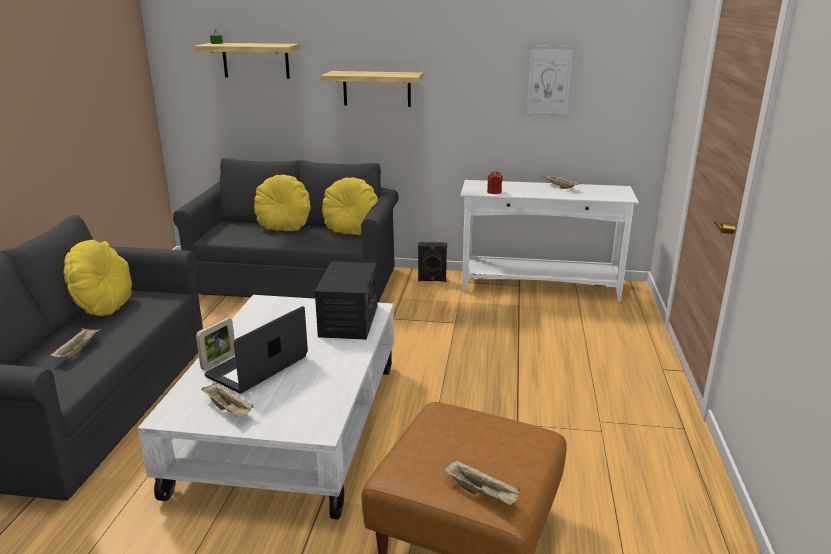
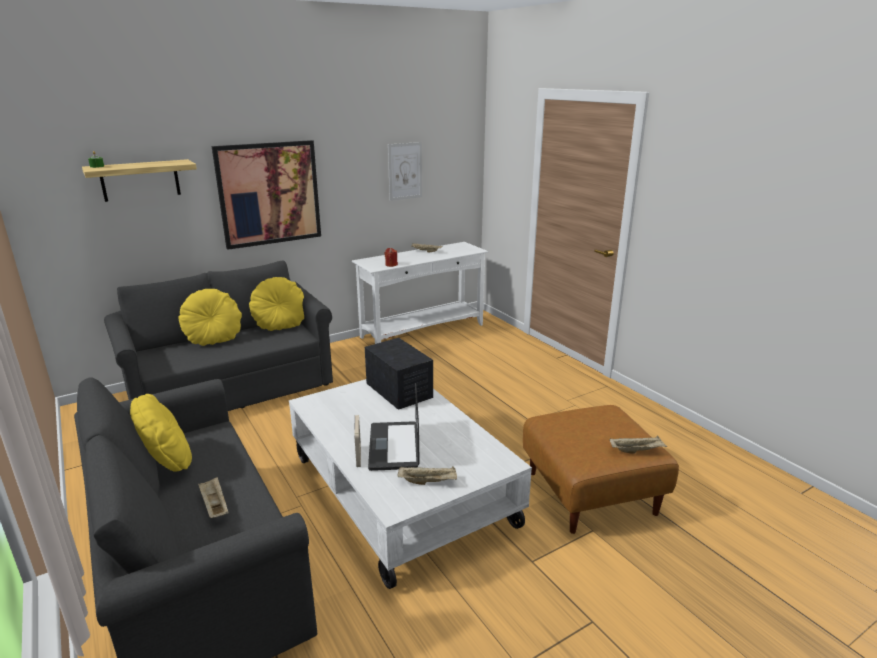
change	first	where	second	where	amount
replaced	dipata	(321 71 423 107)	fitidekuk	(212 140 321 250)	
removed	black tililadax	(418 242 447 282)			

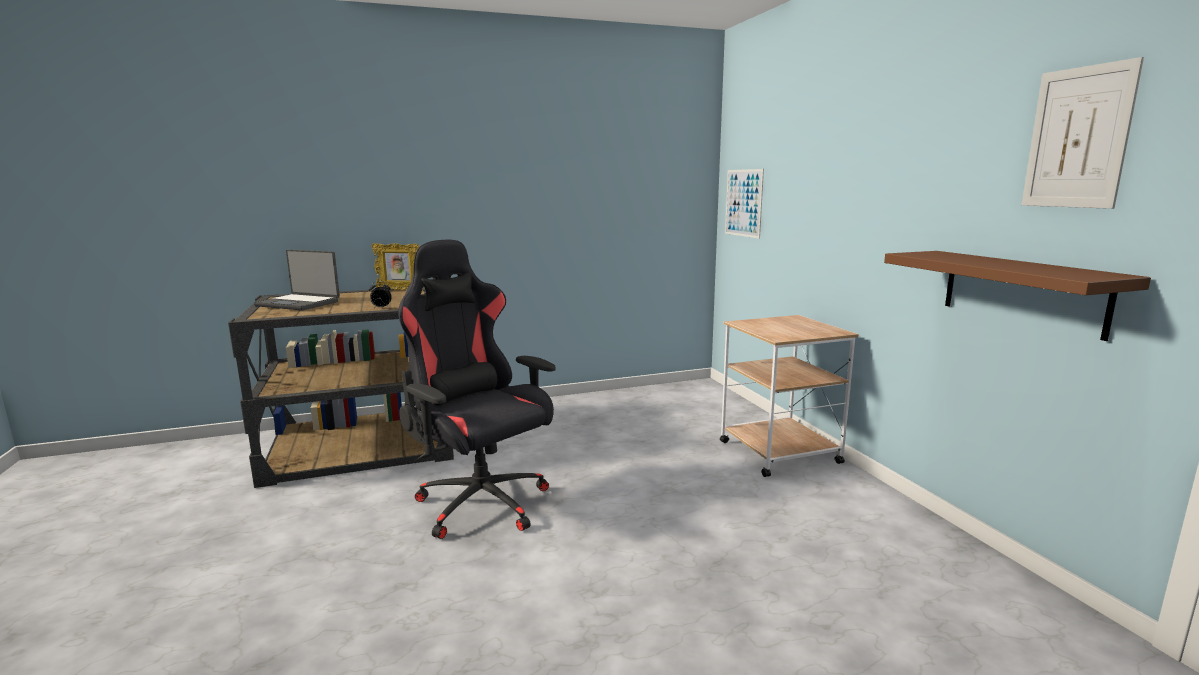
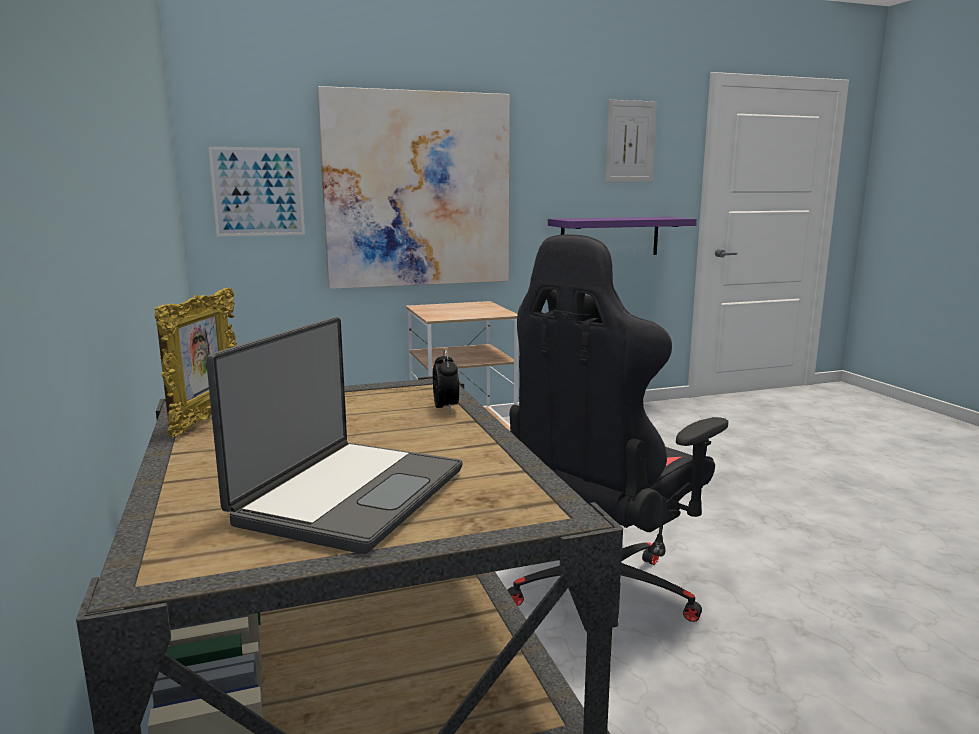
change	first	where	second	where	amount
recoloured	brown dipata	(884 251 1151 341)	purple dipata	(548 217 697 255)	
added			fitidekuk	(317 86 510 289)	

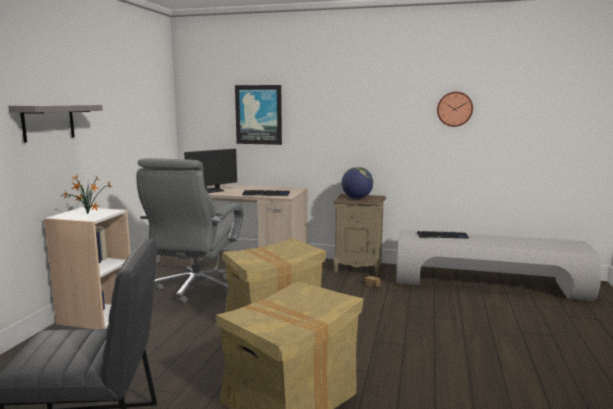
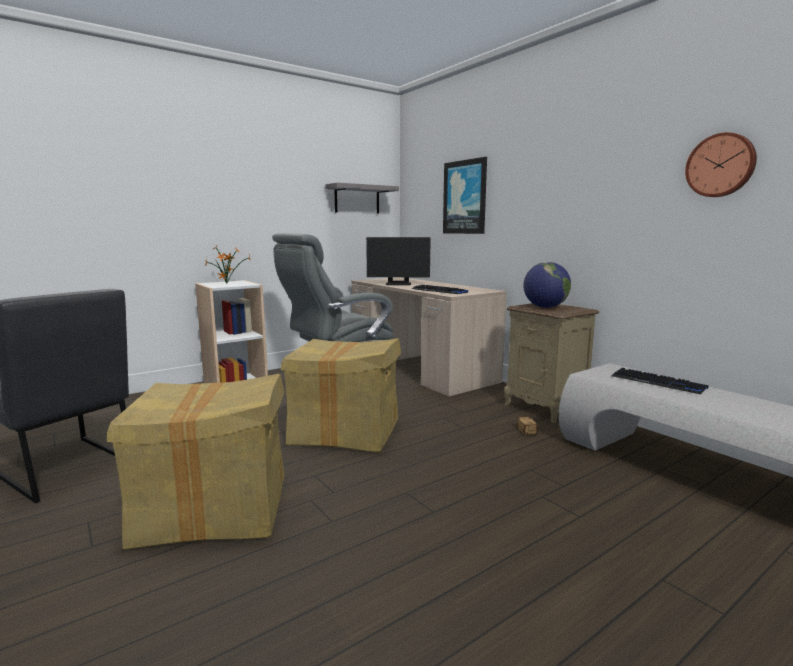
change	first	where	second	where	amount
moved	grey dipata	(8 105 103 142)		(325 182 399 213)	

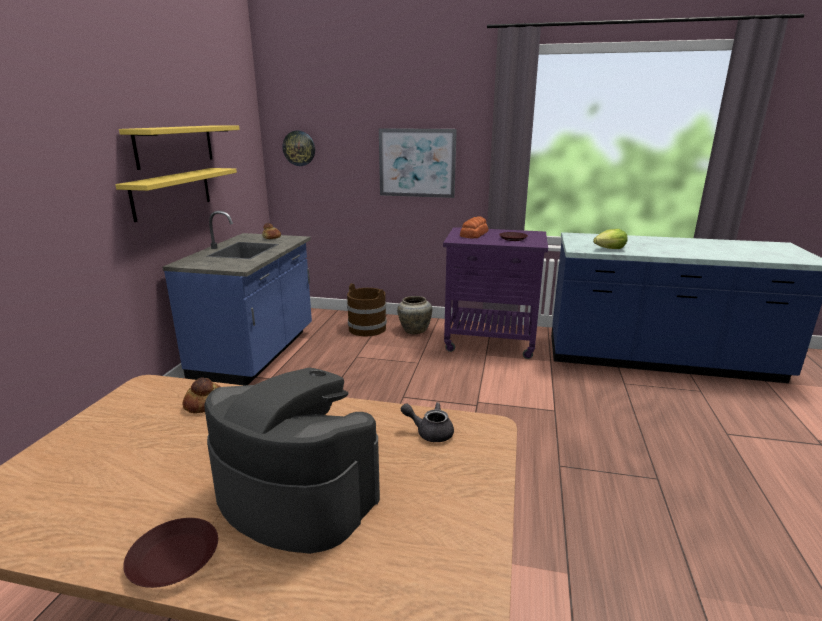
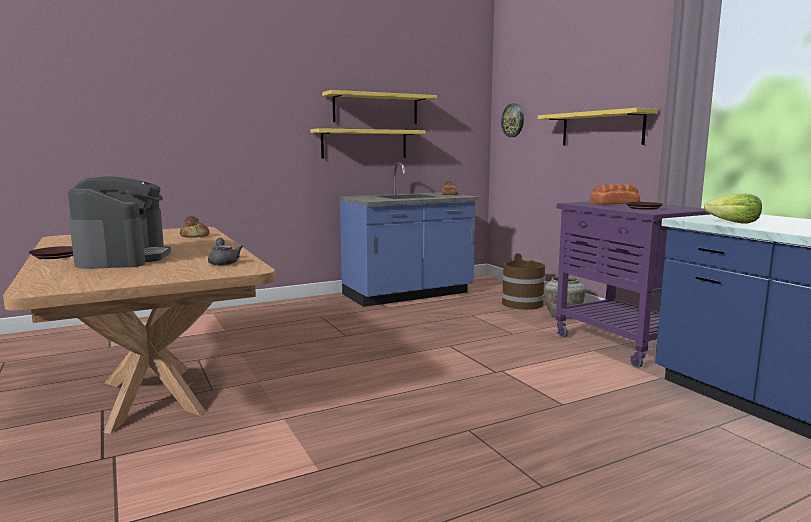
change	first	where	second	where	amount
replaced	fitidekuk	(379 128 457 198)	yellow dipata	(538 108 658 145)	

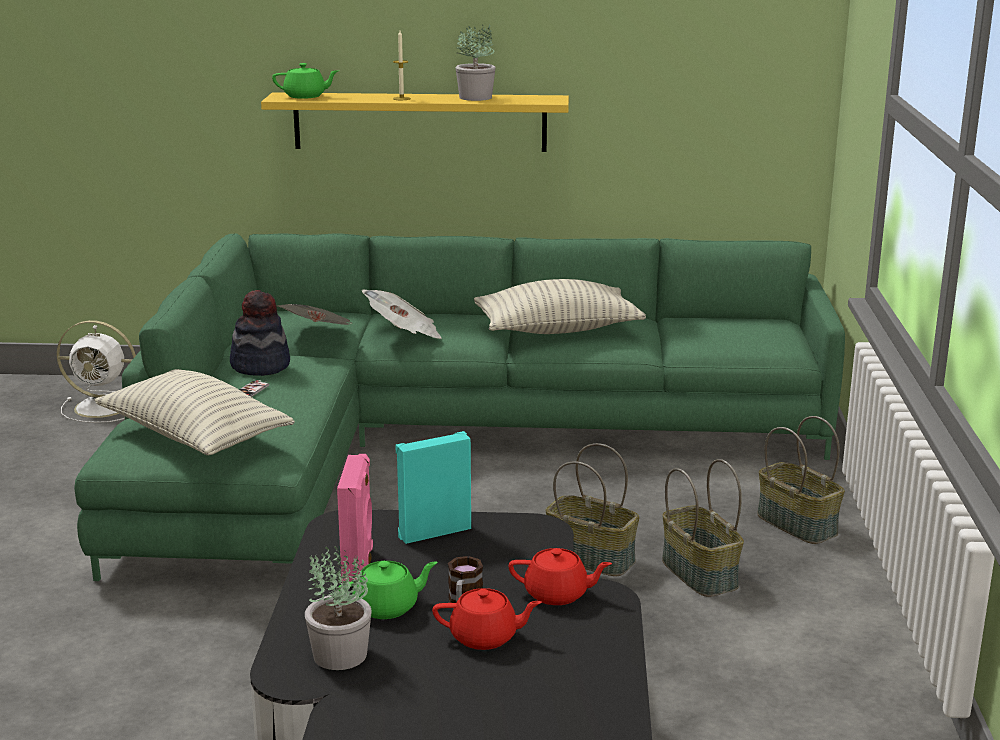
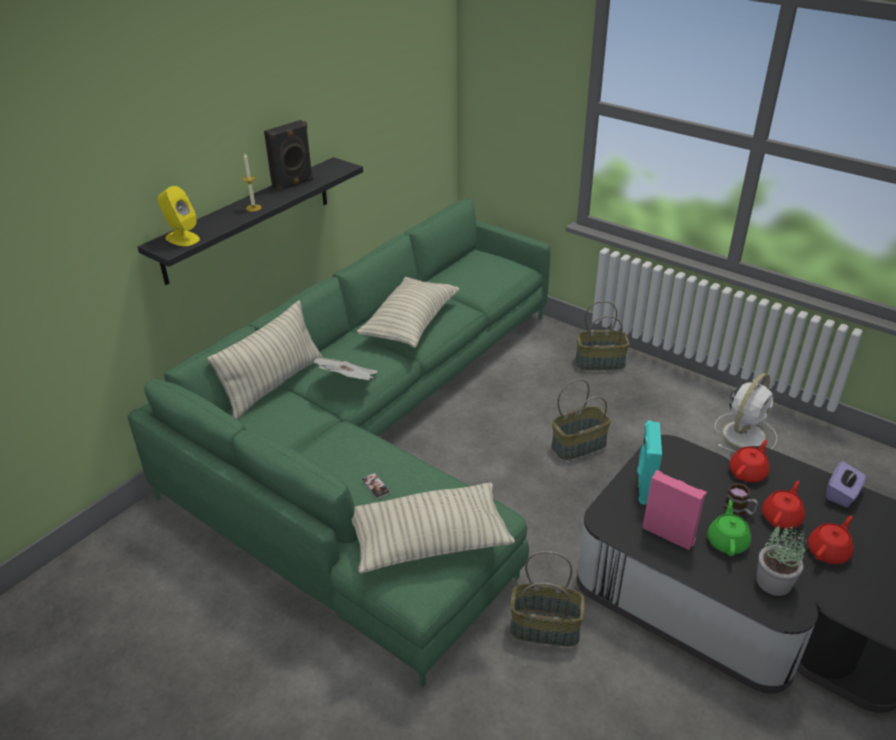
change	first	where	second	where	amount
replaced	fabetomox	(455 24 496 101)	black tililadax	(264 120 313 192)	
replaced	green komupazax	(272 63 339 99)	yellow tililadax	(158 186 200 246)	
recoloured	yellow dipata	(261 92 569 152)	black dipata	(138 157 363 285)	
removed	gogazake	(230 290 290 376)			
removed	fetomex	(278 304 351 325)			
moved	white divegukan	(57 320 136 423)		(715 373 777 453)	
moved	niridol	(662 459 744 597)		(510 551 585 646)	
added			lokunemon	(207 300 323 419)	
added			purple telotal	(826 461 866 508)	
added			red komupazax	(808 515 854 564)	

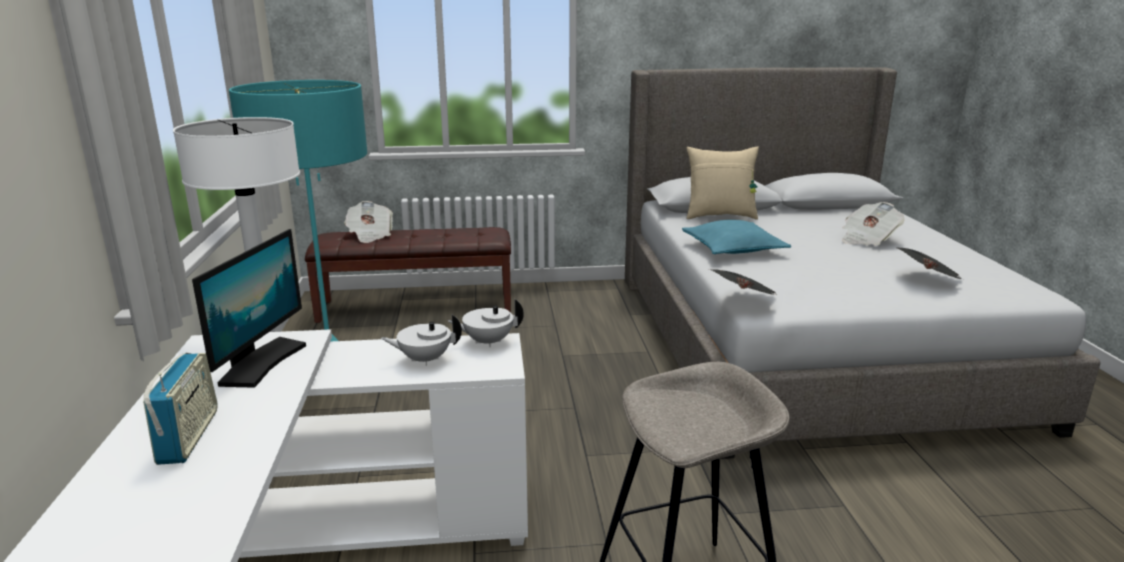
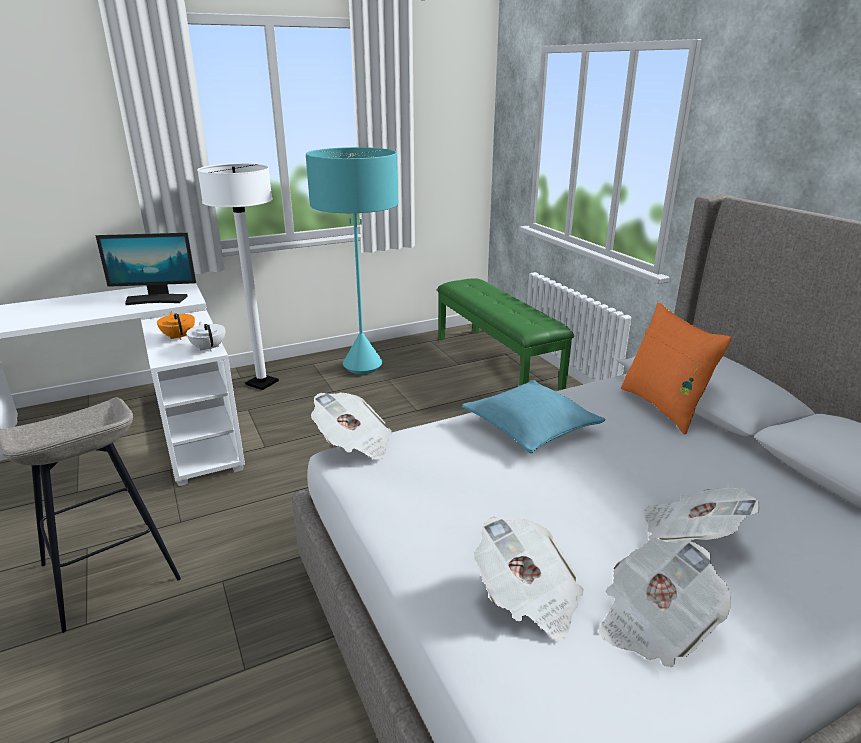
change	first	where	second	where	amount
recoloured	beige lokunemon	(686 146 759 220)	orange lokunemon	(621 302 732 434)	
moved	fetomex	(344 201 393 243)		(599 538 731 667)	
recoloured	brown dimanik	(305 227 511 323)	green dimanik	(437 278 574 391)	
recoloured	white komupazax	(381 315 462 366)	orange komupazax	(157 312 195 340)	
removed	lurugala	(143 353 218 465)			

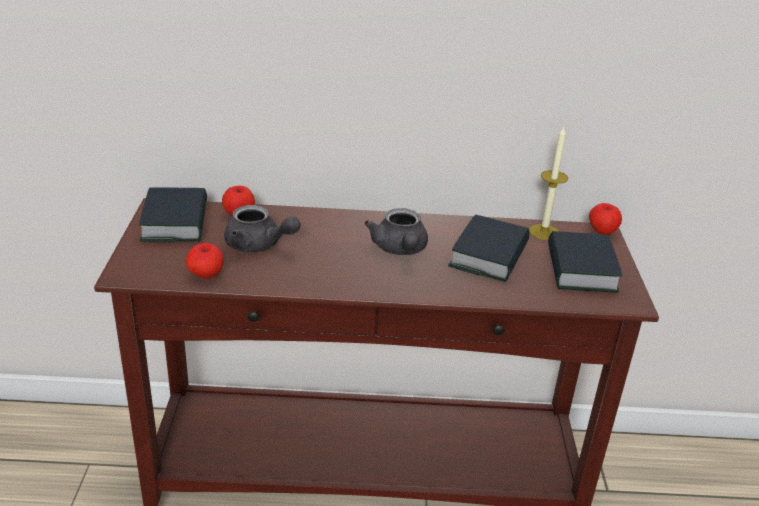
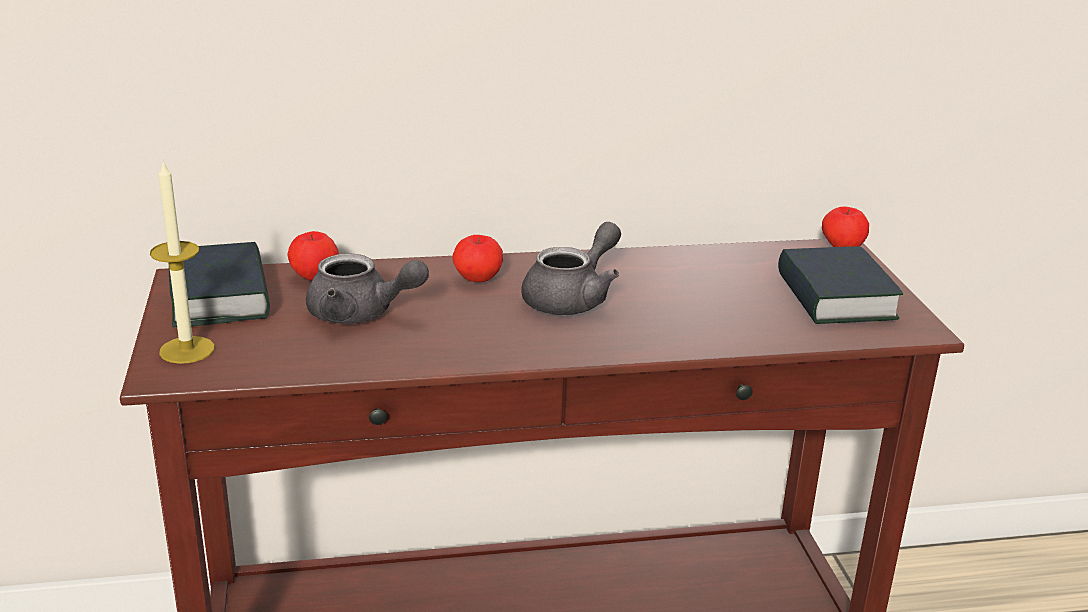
change	first	where	second	where	amount
moved	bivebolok	(529 127 568 240)		(150 160 215 364)	
turned	grey komupazax	(365 208 428 255)		(521 222 621 315)	120 degrees counterclockwise
removed	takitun	(448 215 530 282)			
moved	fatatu	(185 243 224 279)		(452 235 503 282)	

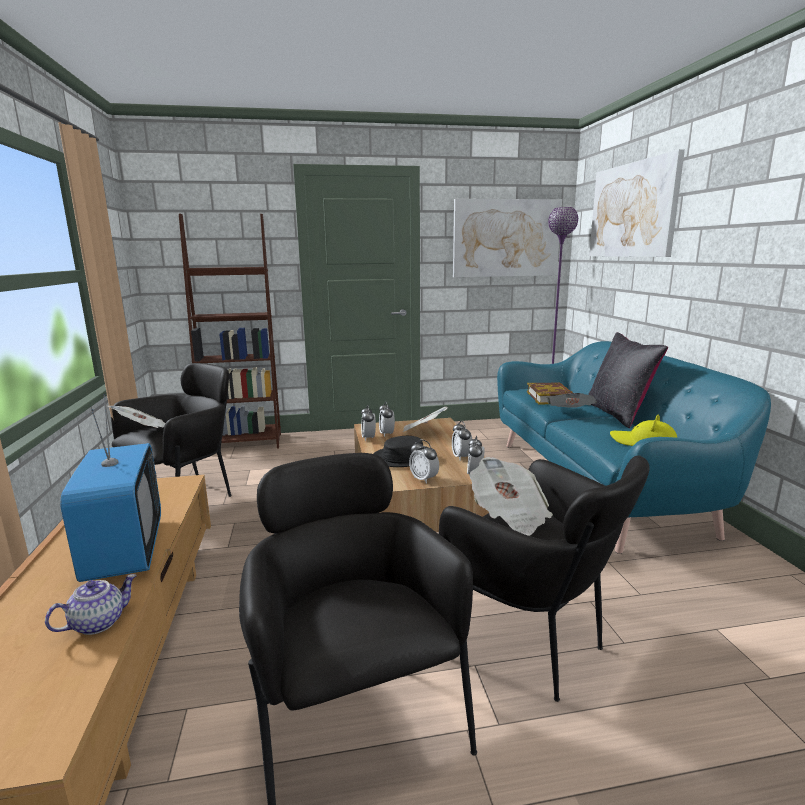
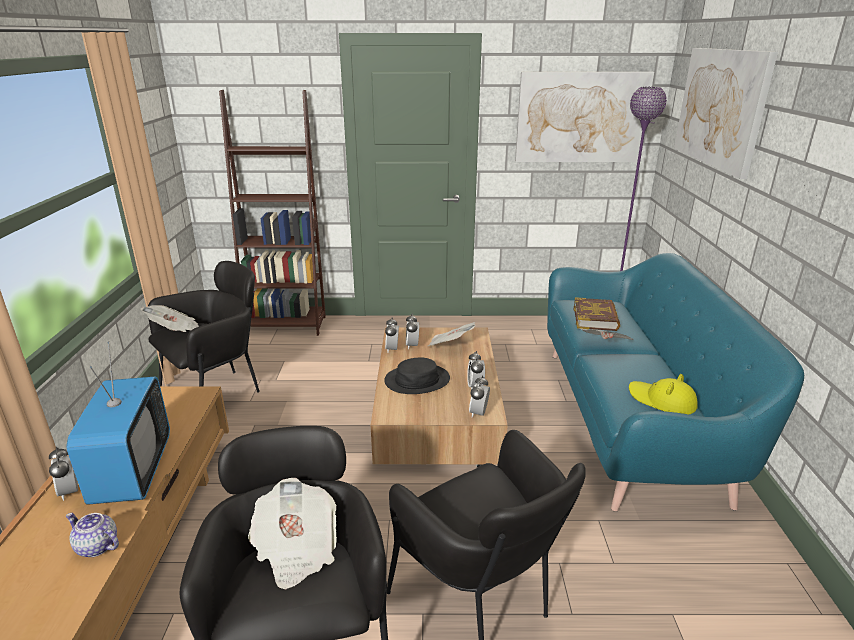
change	first	where	second	where	amount
removed	black lokunemon	(588 332 668 428)			
moved	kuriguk	(409 439 439 484)		(49 447 78 501)	
moved	fetomex	(470 457 553 536)		(248 478 337 590)	
turned	komupazax	(45 574 137 635)		(66 513 119 557)	120 degrees counterclockwise

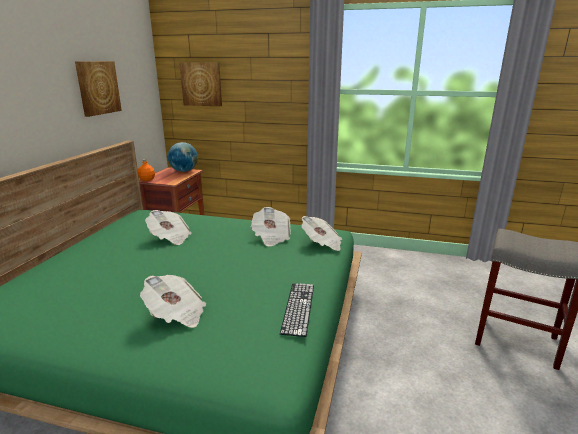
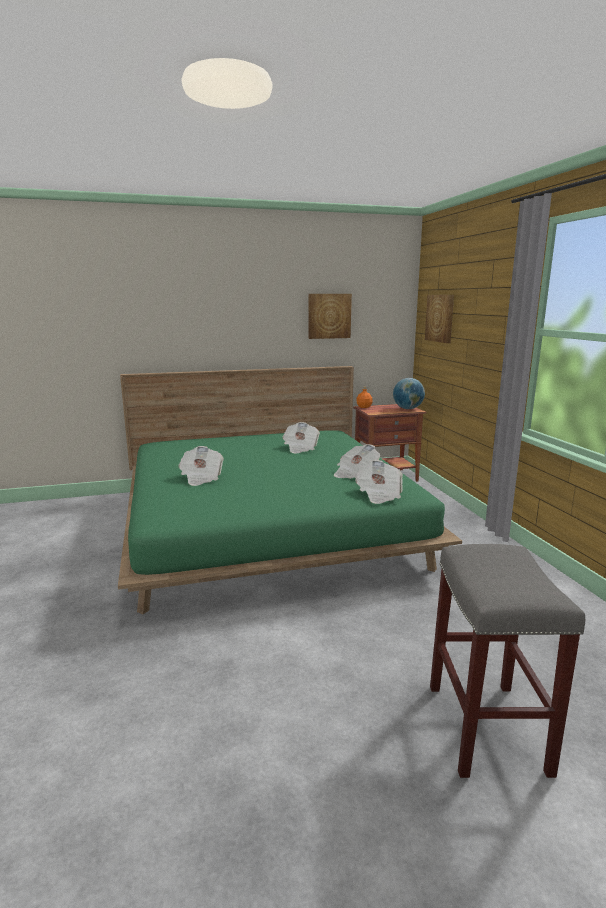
change	first	where	second	where	amount
removed	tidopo	(280 283 314 337)			

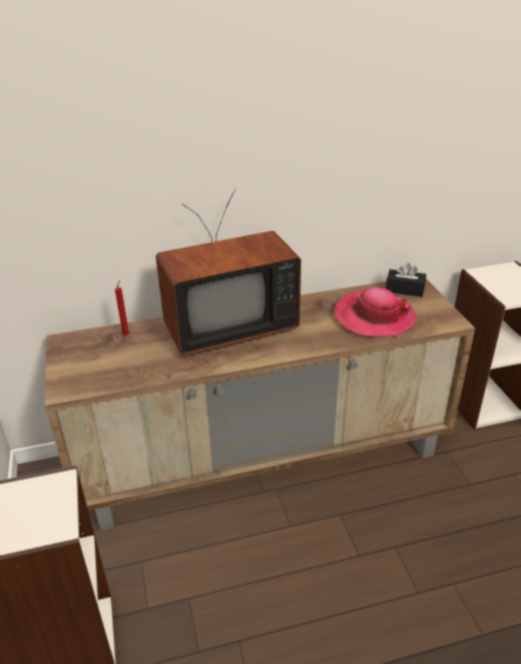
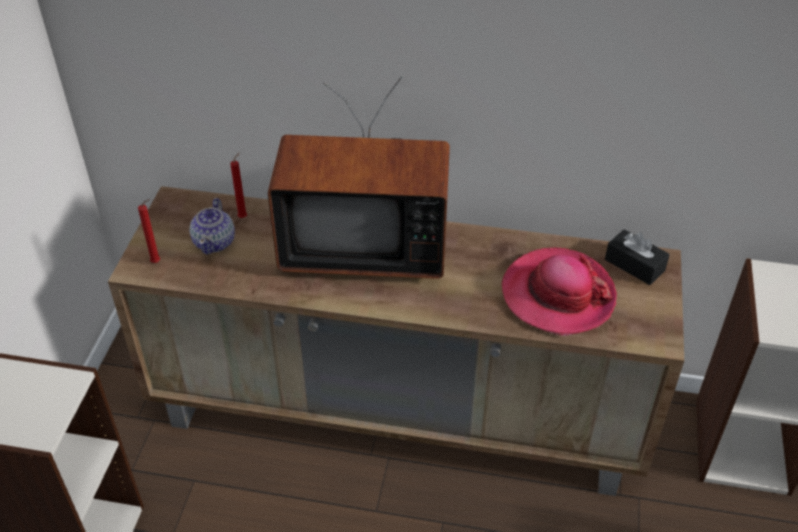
change	first	where	second	where	amount
added			komupazax	(189 198 235 255)	
added			red bivebolok	(138 199 160 263)	

